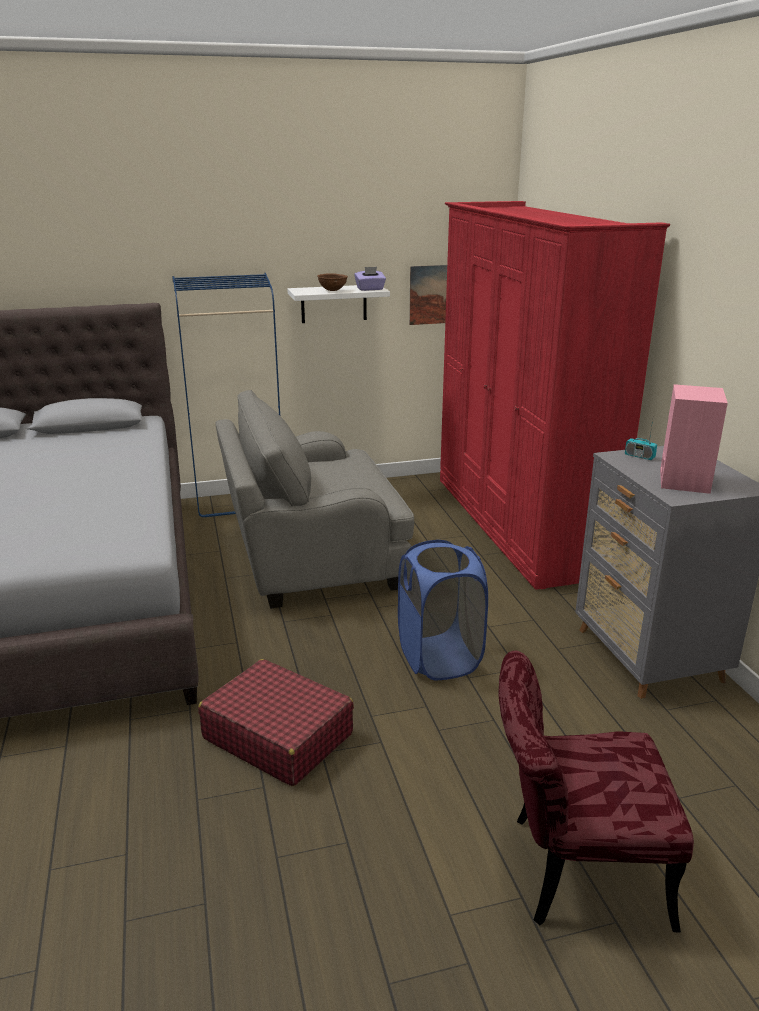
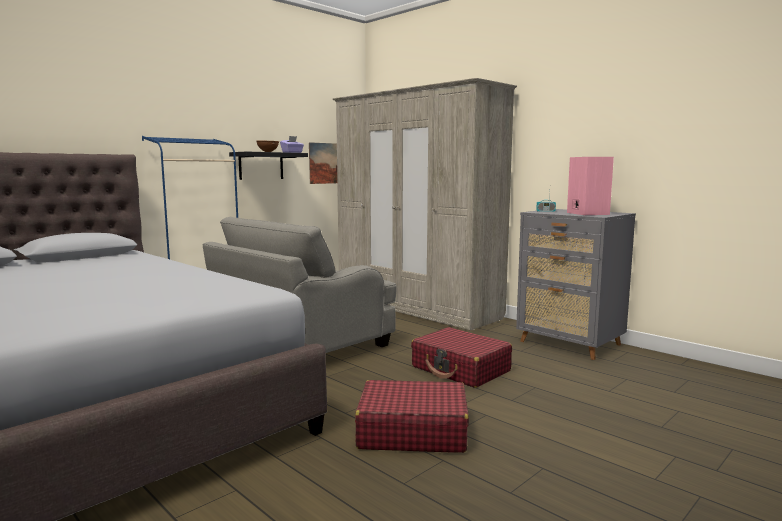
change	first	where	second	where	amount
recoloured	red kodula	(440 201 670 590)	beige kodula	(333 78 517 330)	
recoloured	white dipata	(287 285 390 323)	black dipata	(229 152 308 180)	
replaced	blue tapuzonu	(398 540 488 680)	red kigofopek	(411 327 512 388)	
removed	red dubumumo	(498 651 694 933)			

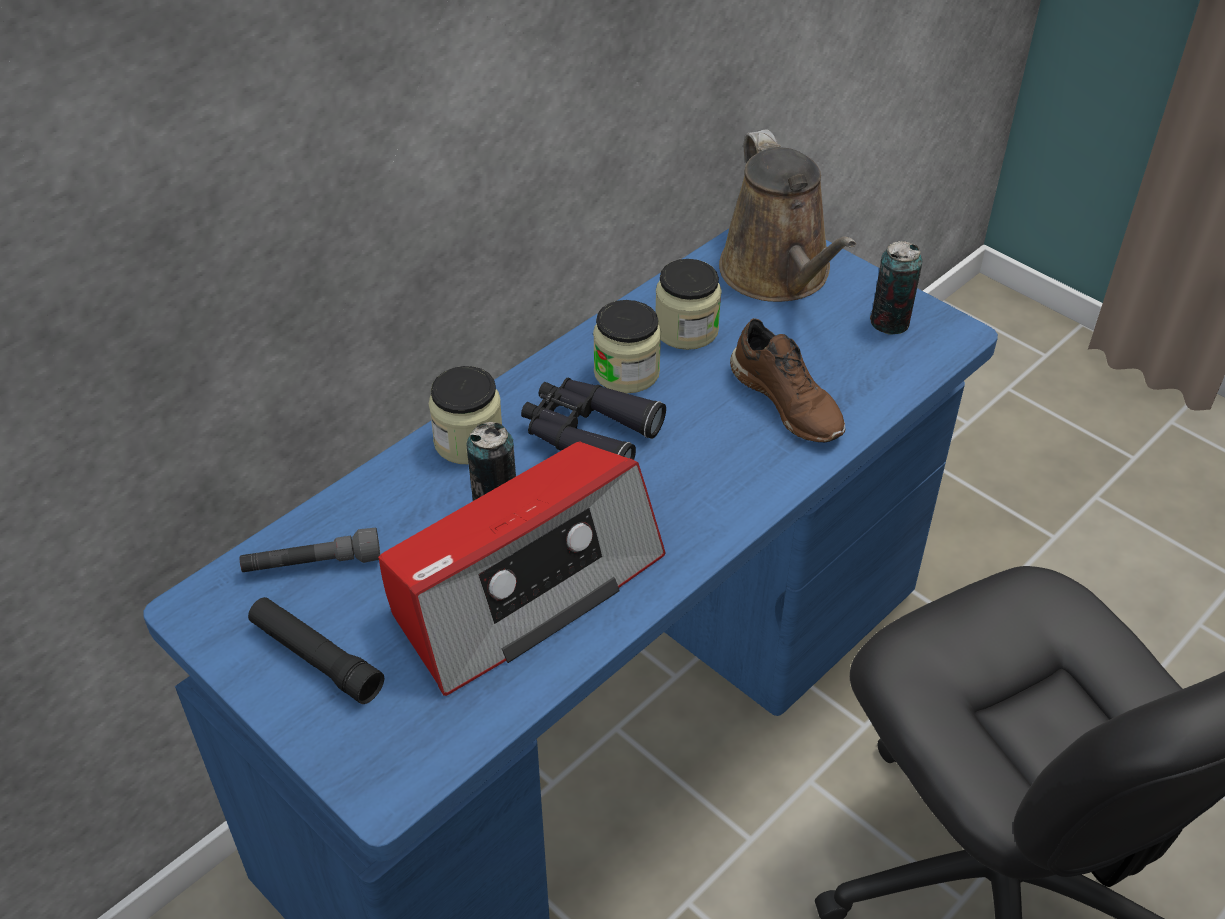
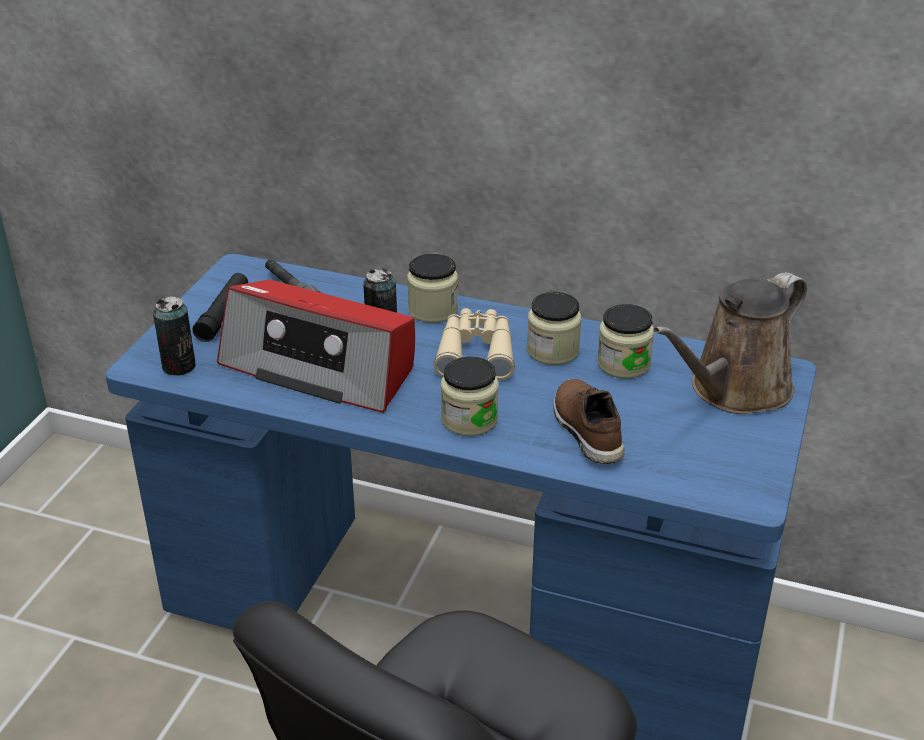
change	first	where	second	where	amount
moved	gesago	(870 241 922 334)		(153 296 196 375)	
turned	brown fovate	(730 318 845 442)		(553 379 625 464)	135 degrees clockwise
recoloured	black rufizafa	(521 378 666 460)	beige rufizafa	(433 308 515 380)	
added			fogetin	(441 357 499 436)	

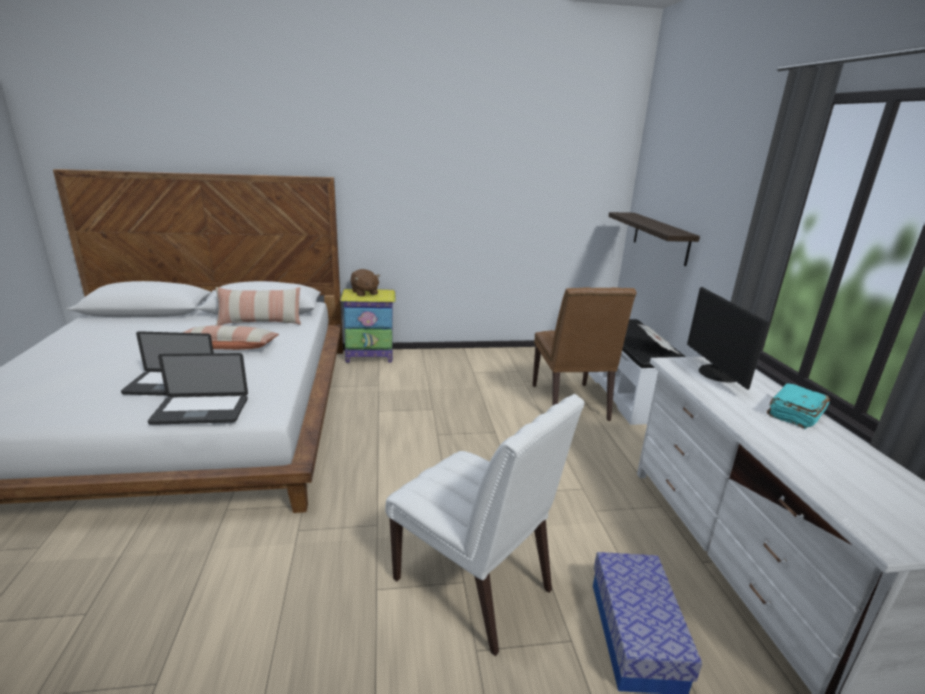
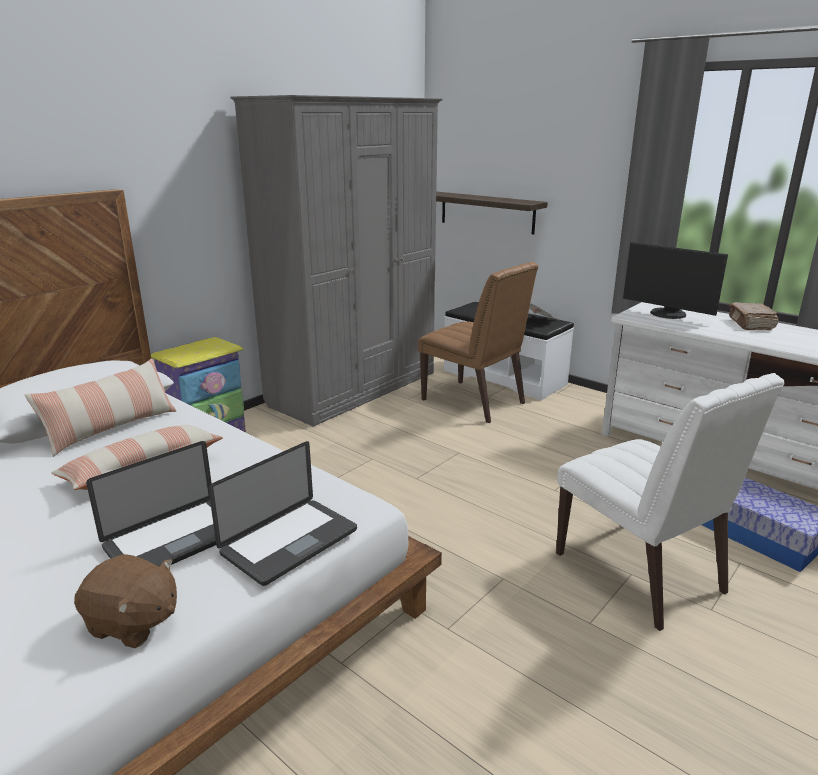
change	first	where	second	where	amount
moved	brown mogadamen	(350 269 380 296)		(74 554 177 648)	
recoloured	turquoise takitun	(767 383 830 429)	brown takitun	(729 302 779 330)	
turned	white dubumumo	(385 394 585 656)		(556 373 784 631)	60 degrees clockwise
added			grey kodula	(230 95 443 426)	

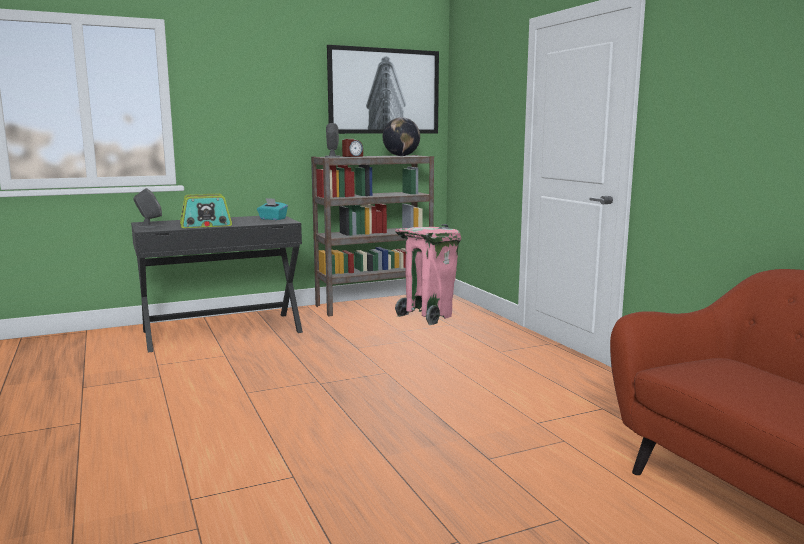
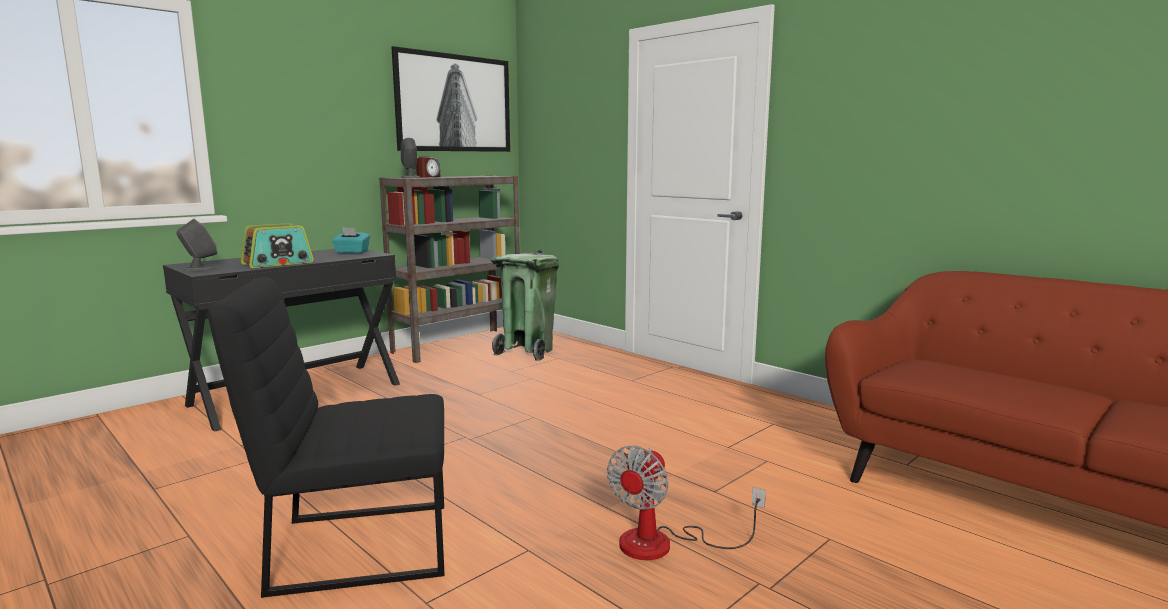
change	first	where	second	where	amount
removed	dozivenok	(383 117 420 156)			
recoloured	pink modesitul	(395 224 461 325)	green modesitul	(491 250 559 361)	
added			black dubumumo	(208 277 444 598)	
added			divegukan	(607 446 766 560)	

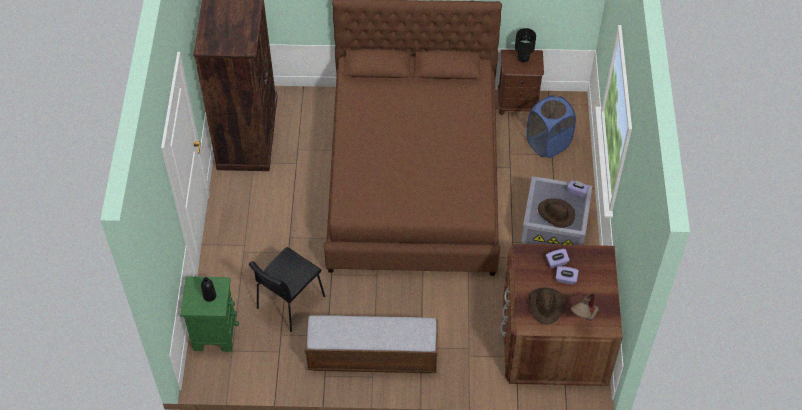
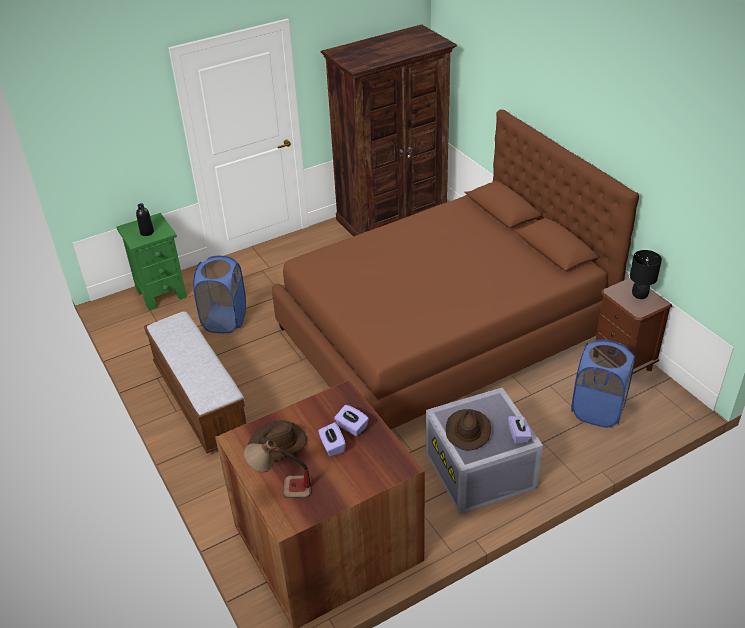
change	first	where	second	where	amount
replaced	black dubumumo	(249 247 325 332)	blue tapuzonu	(193 256 246 333)	

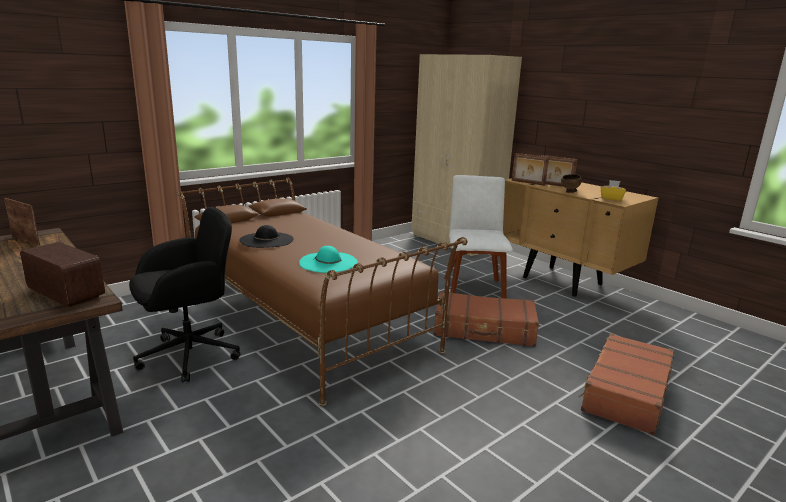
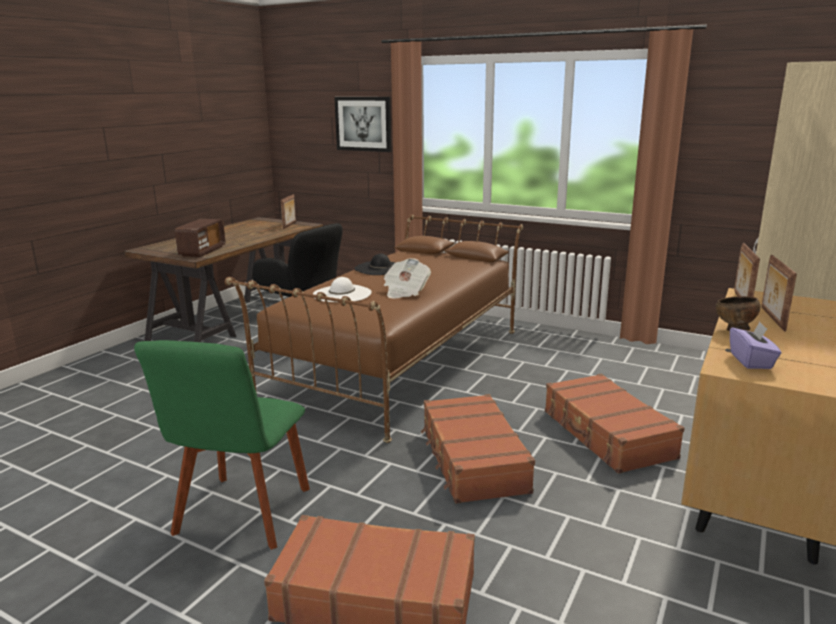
change	first	where	second	where	amount
replaced	white dubumumo	(444 175 513 299)	brown kigofopek	(545 374 684 474)	
recoloured	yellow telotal	(601 180 626 201)	purple telotal	(730 322 781 369)	
recoloured	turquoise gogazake	(299 246 358 273)	white gogazake	(313 277 372 302)	
added			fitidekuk	(334 97 391 152)	
added			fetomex	(384 258 431 299)	
added			green dubumumo	(134 340 310 550)	

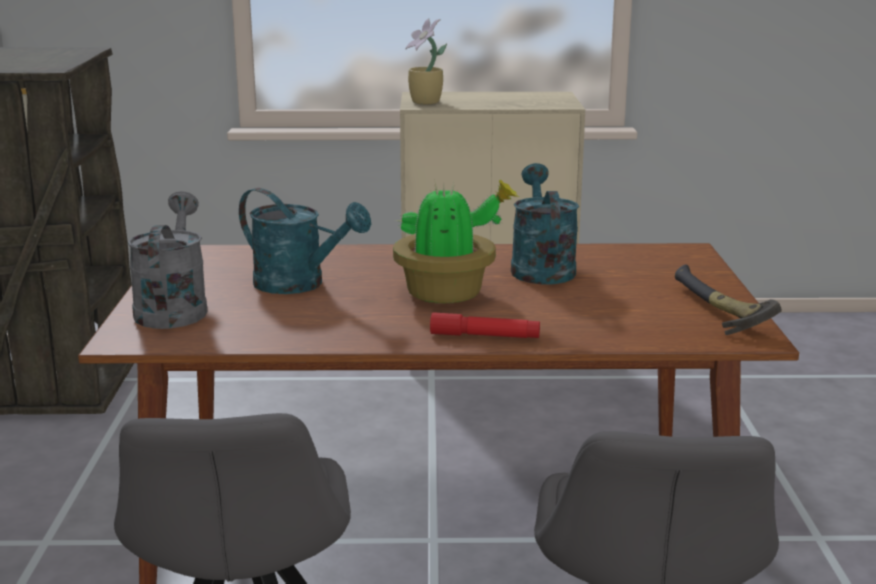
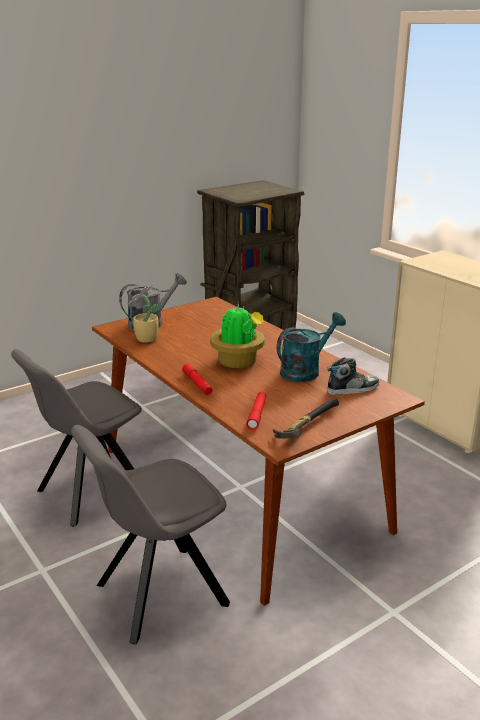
change	first	where	second	where	amount
moved	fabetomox	(406 18 447 104)		(129 283 161 343)	
removed	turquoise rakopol	(239 188 371 294)			
added			fovate	(327 357 379 395)	
added			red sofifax	(246 392 266 430)	

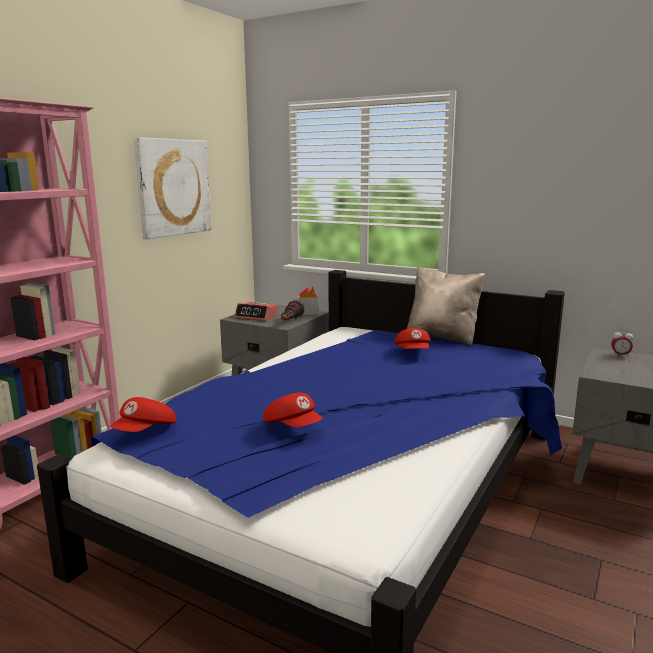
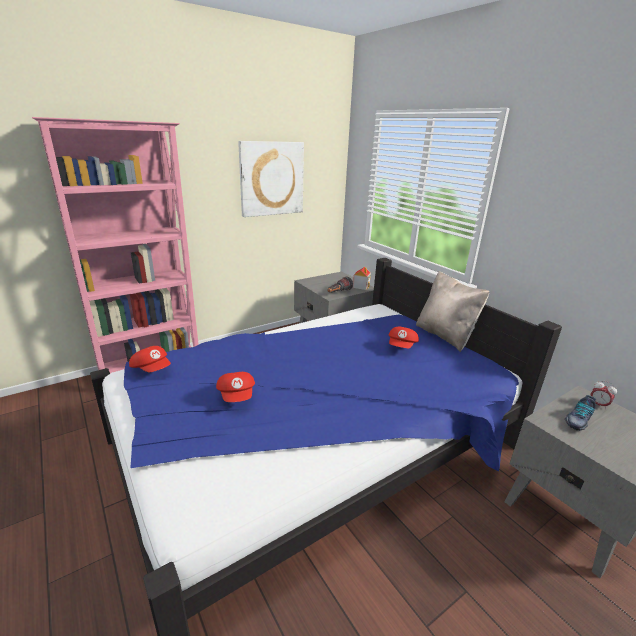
change	first	where	second	where	amount
removed	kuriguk	(235 302 277 321)			
turned	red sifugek	(110 397 176 432)		(129 346 171 372)	105 degrees counterclockwise
added			fovate	(565 395 596 431)	

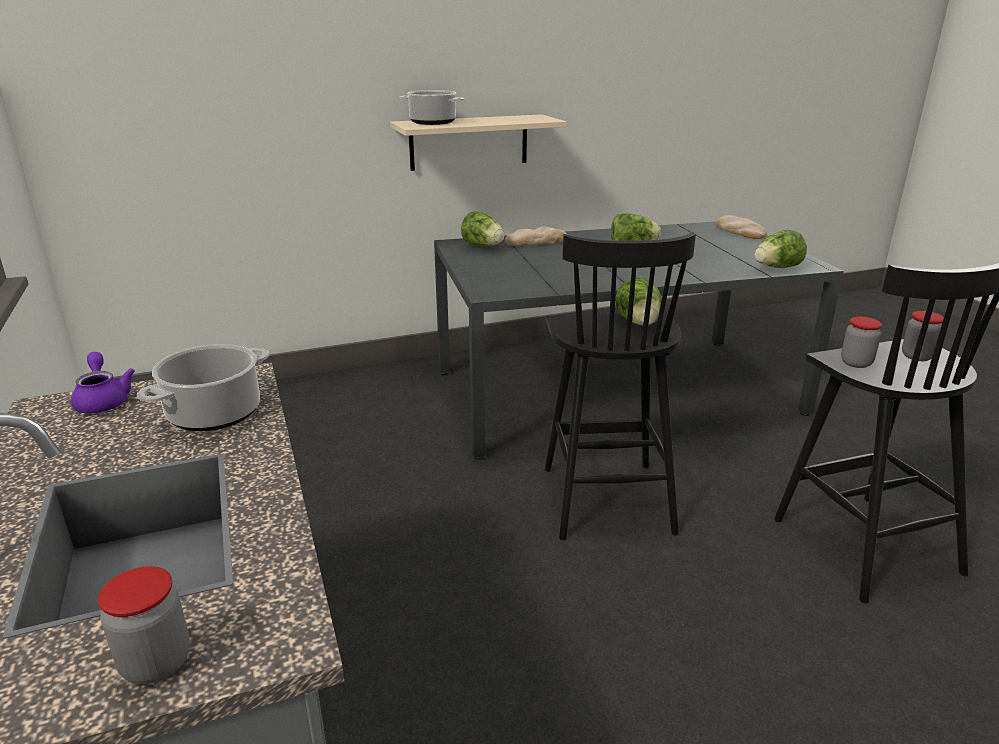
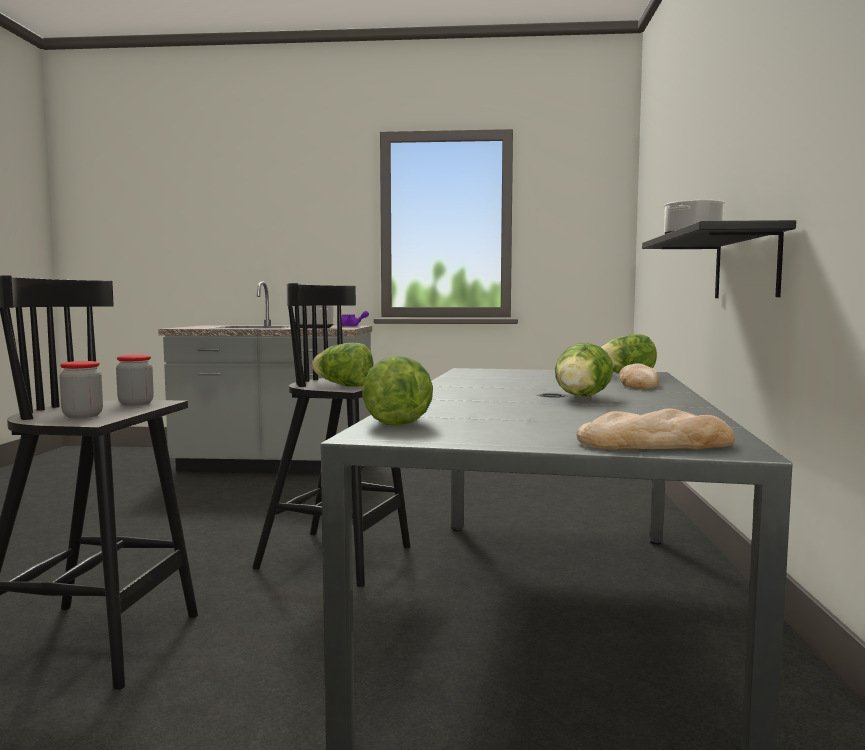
change	first	where	second	where	amount
recoloured	beige dipata	(390 114 567 171)	black dipata	(642 220 796 298)	
removed	fogetin	(98 566 190 684)			

